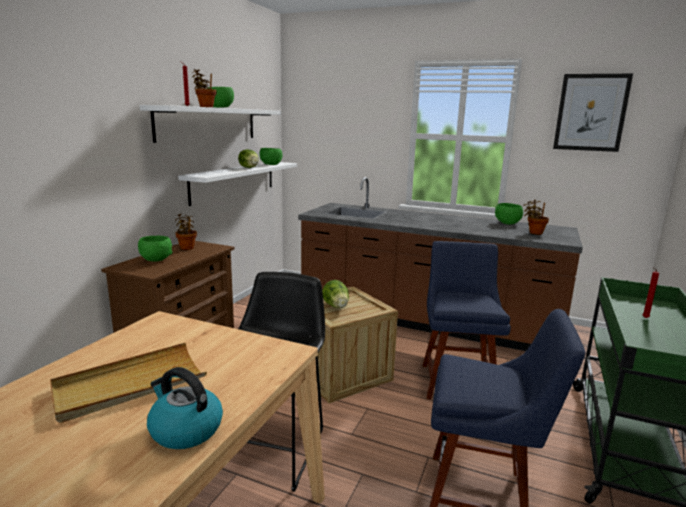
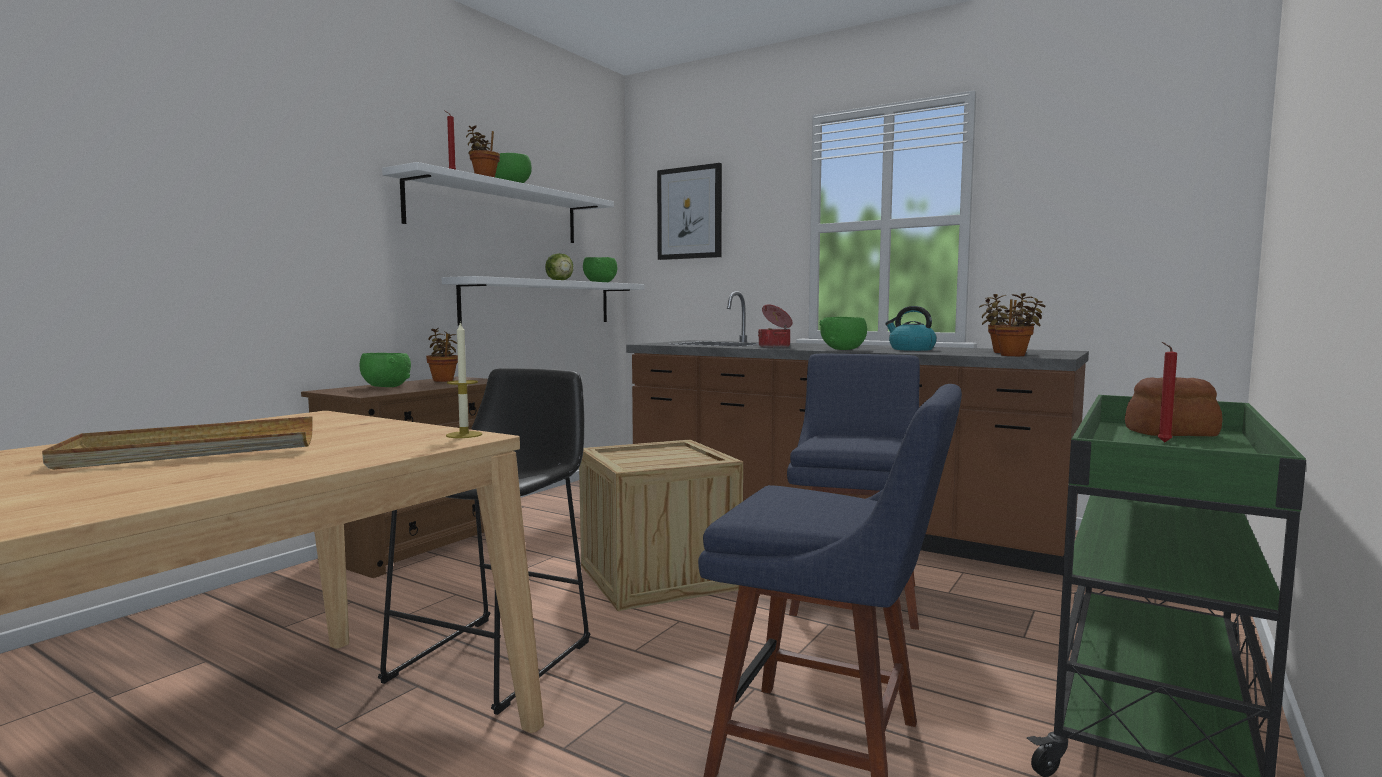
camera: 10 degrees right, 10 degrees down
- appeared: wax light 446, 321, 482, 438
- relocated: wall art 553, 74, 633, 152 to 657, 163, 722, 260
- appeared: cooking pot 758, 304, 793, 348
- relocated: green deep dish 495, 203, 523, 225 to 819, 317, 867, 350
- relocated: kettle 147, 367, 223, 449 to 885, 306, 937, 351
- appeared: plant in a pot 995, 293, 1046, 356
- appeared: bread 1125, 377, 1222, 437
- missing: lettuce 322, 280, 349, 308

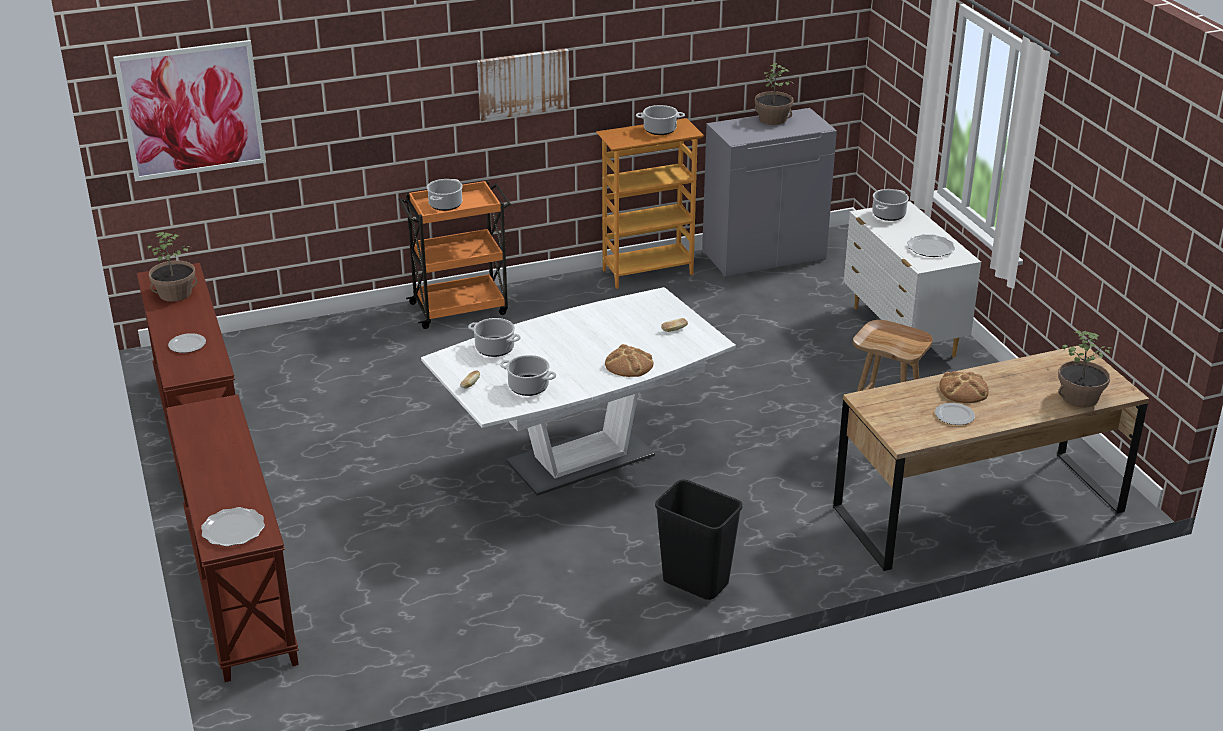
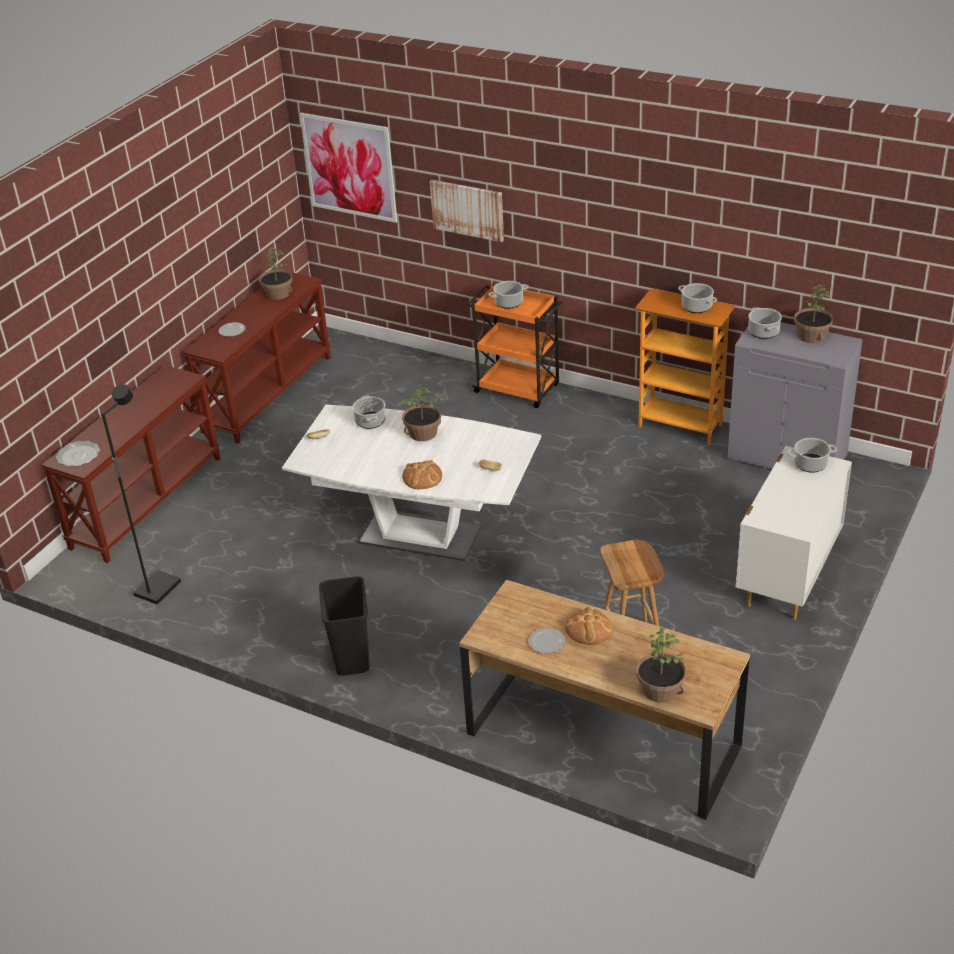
camera: 50 degrees right, 5 degrees up
- appeared: blackish standard lamp 102, 384, 181, 605
- appeared: plant in a pot 400, 385, 441, 441
- relocated: wall art 477, 49, 570, 121 to 430, 180, 504, 242
- relocated: cooking pot 500, 355, 556, 396 to 748, 307, 782, 339
- missing: plate 907, 234, 955, 257

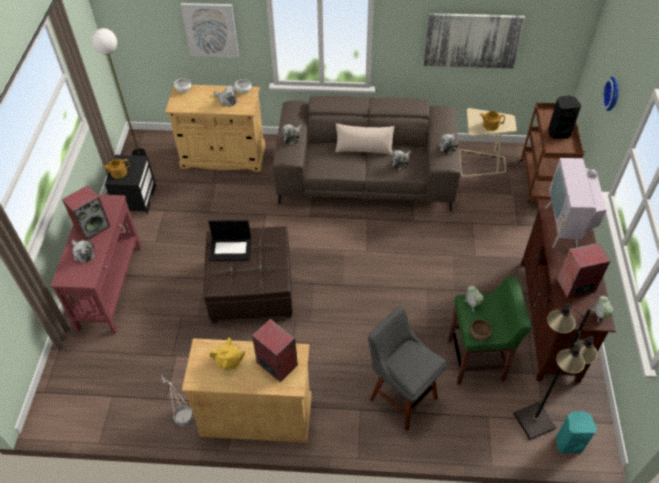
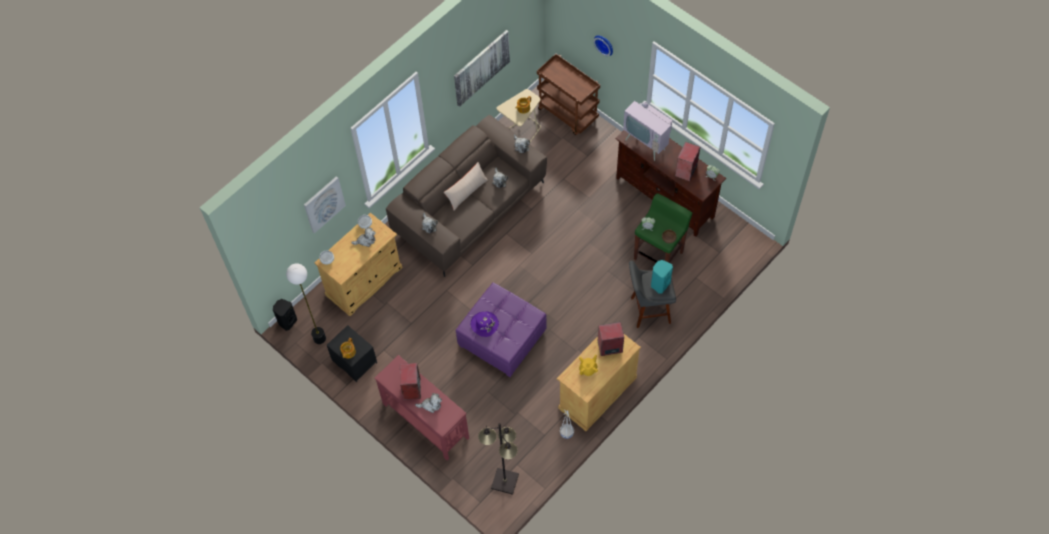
camera: 50 degrees left, 10 degrees up
- relocated: blackish loudspeaker 548, 96, 581, 139 to 273, 299, 297, 331
- colour: brownish footrest 204, 226, 292, 323 to purple footrest 455, 282, 547, 377
- exchanged: portable computer 209, 220, 251, 261 to purple wearable hat 471, 312, 499, 337
- relocated: blackish standard lamp 513, 302, 598, 440 to 478, 423, 519, 495
- relocated: blue-green loudspeaker 556, 411, 597, 453 to 651, 260, 673, 294

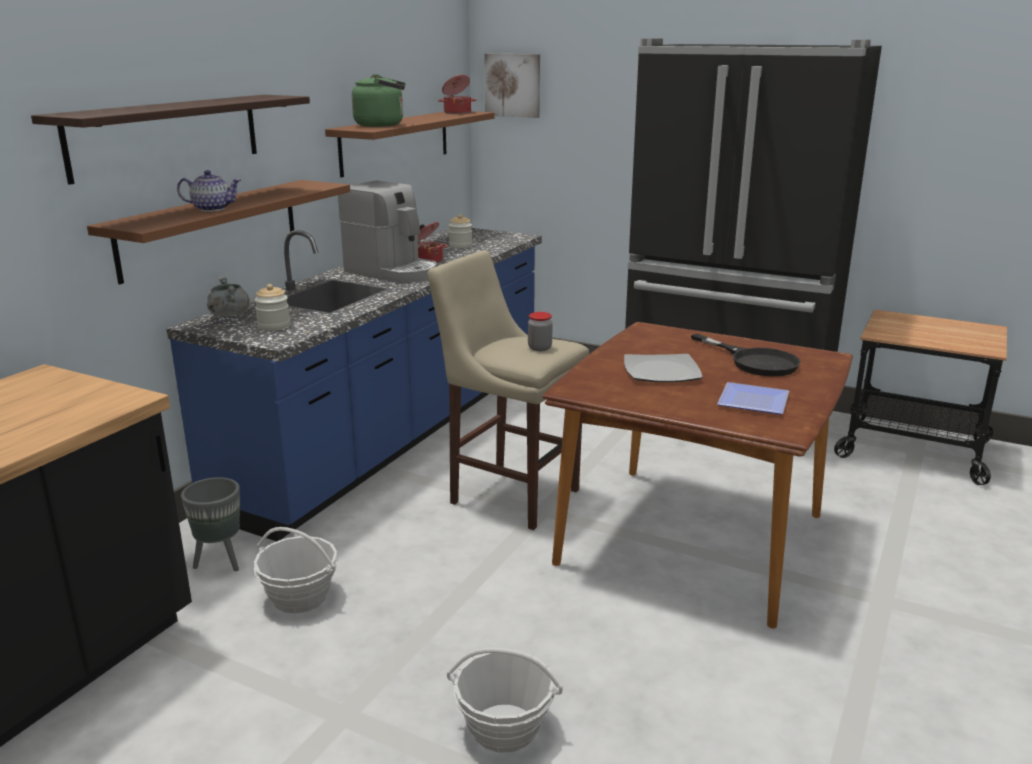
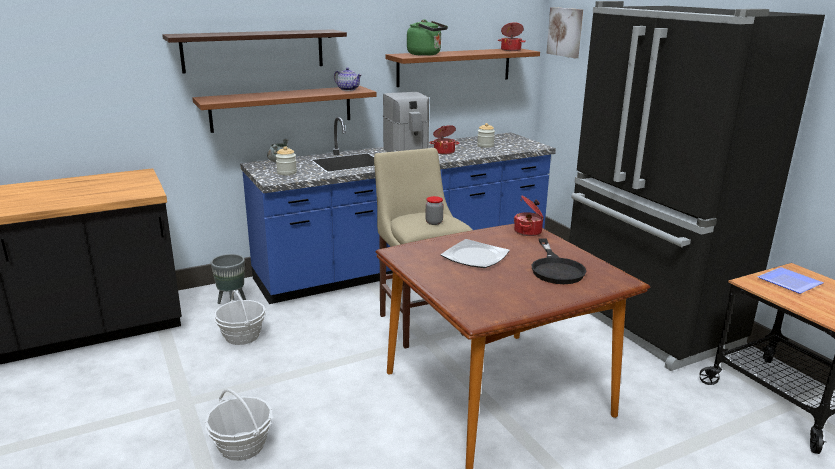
camera: 35 degrees right, 0 degrees up
- relocated: tea pot 177, 170, 241, 212 to 334, 68, 362, 91
- appeared: cooking pot 514, 196, 543, 236
- relocated: plate 717, 382, 789, 414 to 757, 267, 823, 294

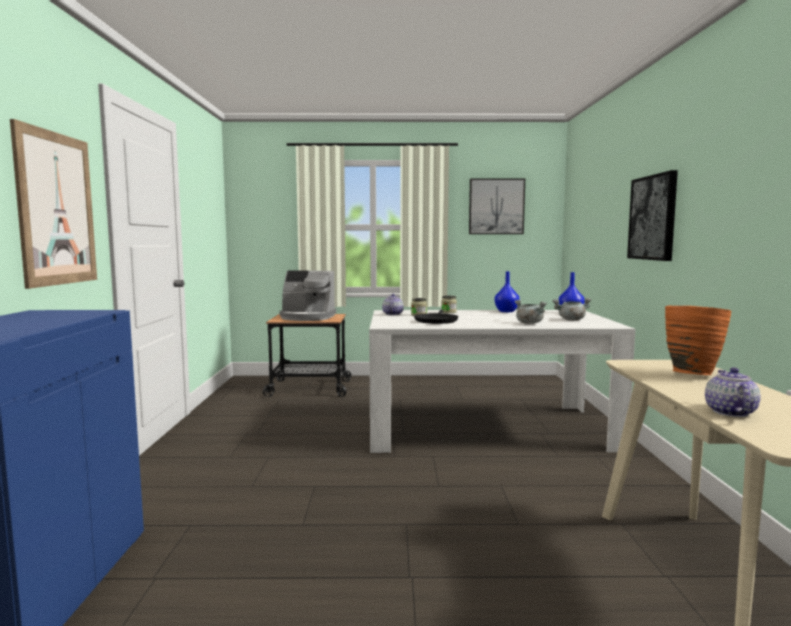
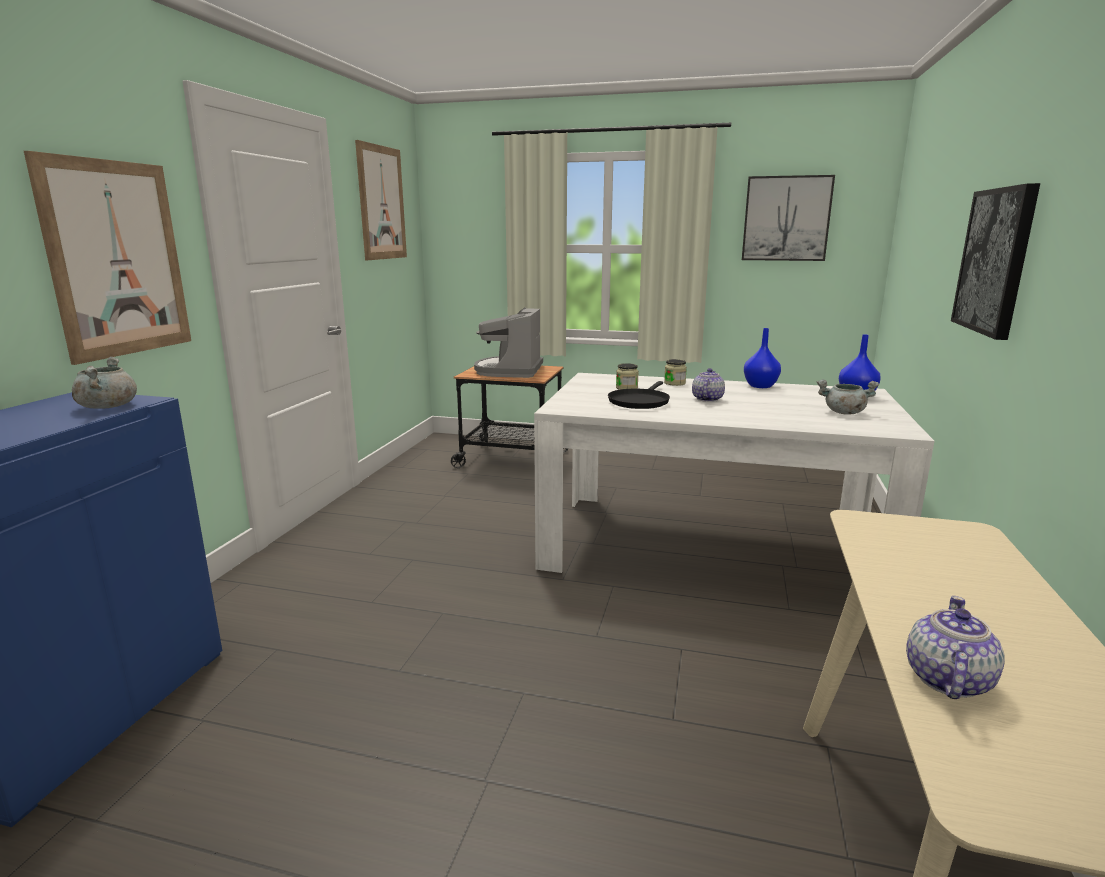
camera: 15 degrees right, 10 degrees up
- relocated: grey cooking pot 514, 300, 547, 324 to 72, 357, 137, 409
- appeared: wall art 355, 140, 407, 260
- spun: coffee maker 279, 270, 336, 321 = 474, 308, 543, 378 75 degrees clockwise
- relocated: tea pot 382, 294, 404, 315 to 692, 368, 725, 402
- missing: orange-coloured decorative vase 665, 305, 731, 375

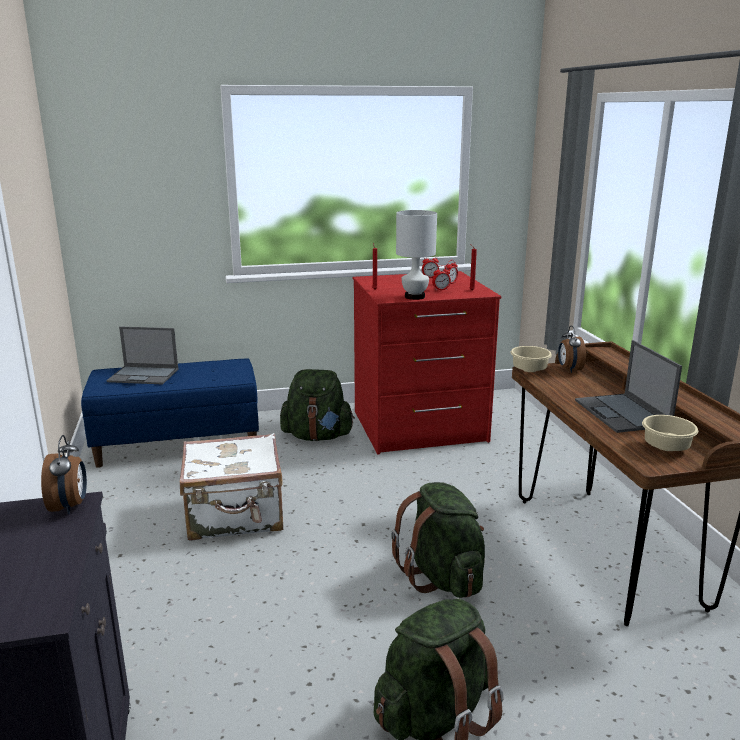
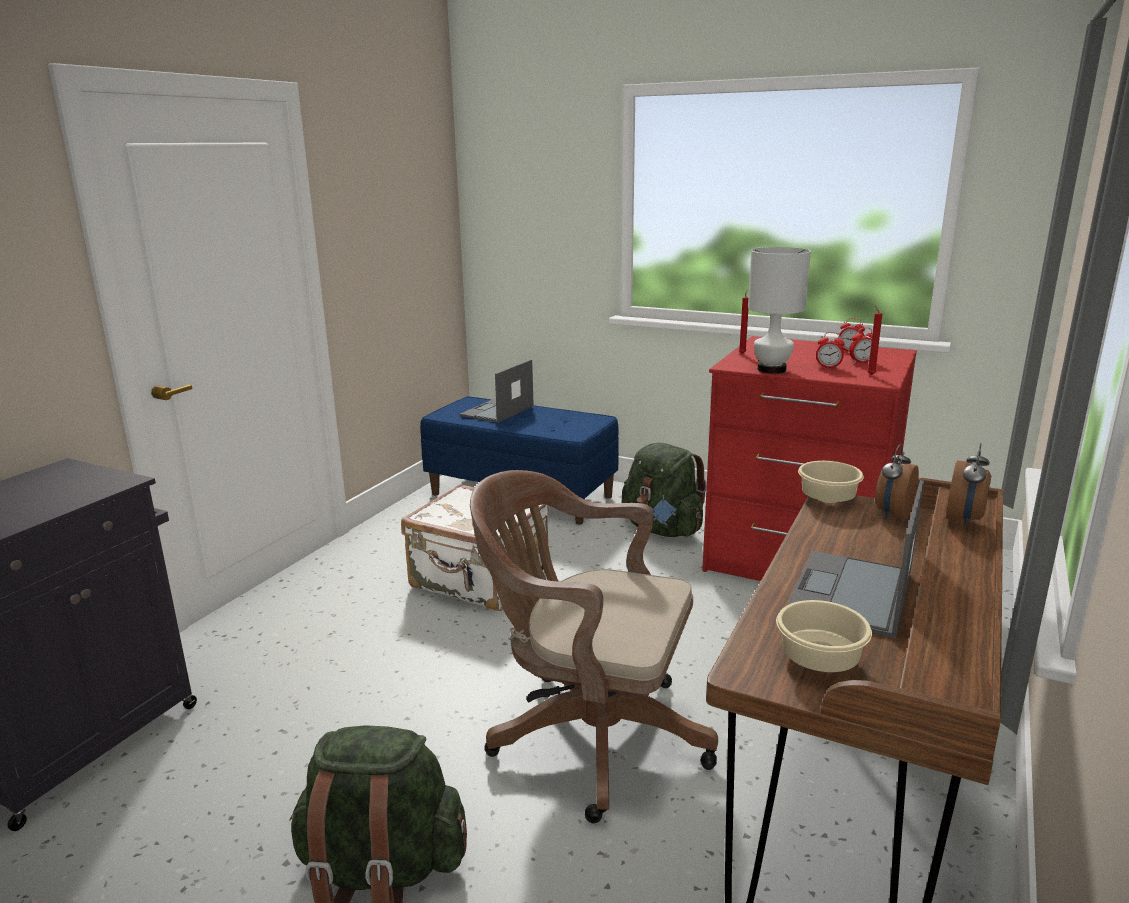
camera: 40 degrees right, 0 degrees up
- spun: portable computer 106, 326, 178, 384 = 460, 359, 534, 423 75 degrees clockwise
- exchanged: green backpack 391, 482, 485, 598 to brownish desk chair 470, 470, 718, 824
- relocated: table clock 41, 435, 87, 514 to 946, 443, 991, 527

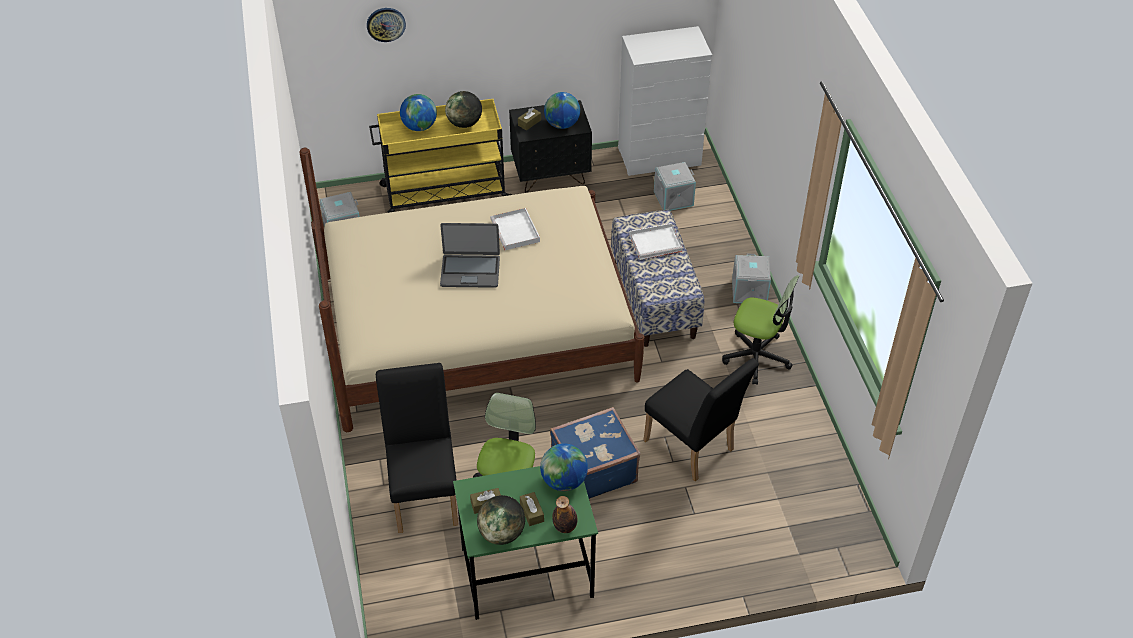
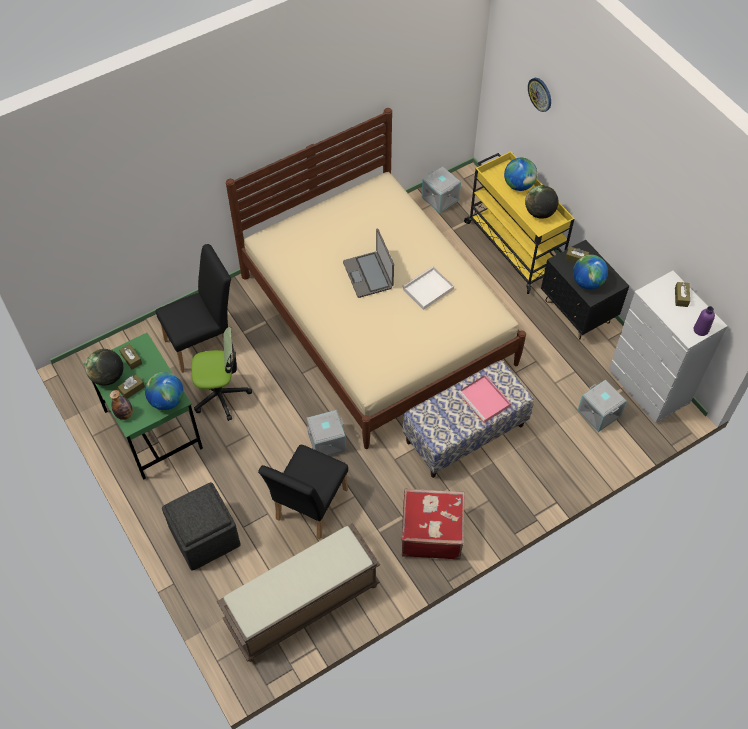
camera: 70 degrees right, 10 degrees up
- appeared: grey footrest 162, 482, 241, 570
- appeared: brownish long seat 217, 523, 380, 662
- relocated: grey storage box 732, 254, 771, 303 to 306, 410, 346, 456
- exchanged: desk chair 722, 275, 799, 385 to red-coloured travel case 402, 488, 465, 560
- colour: whitish carrying tray 629, 223, 683, 260 to pinkish carrying tray 458, 375, 511, 423
- appeared: brownish tissue box 675, 282, 690, 307
- appeared: purple beverage bottle 694, 306, 715, 336
- missing: bluish travel case 550, 407, 640, 499

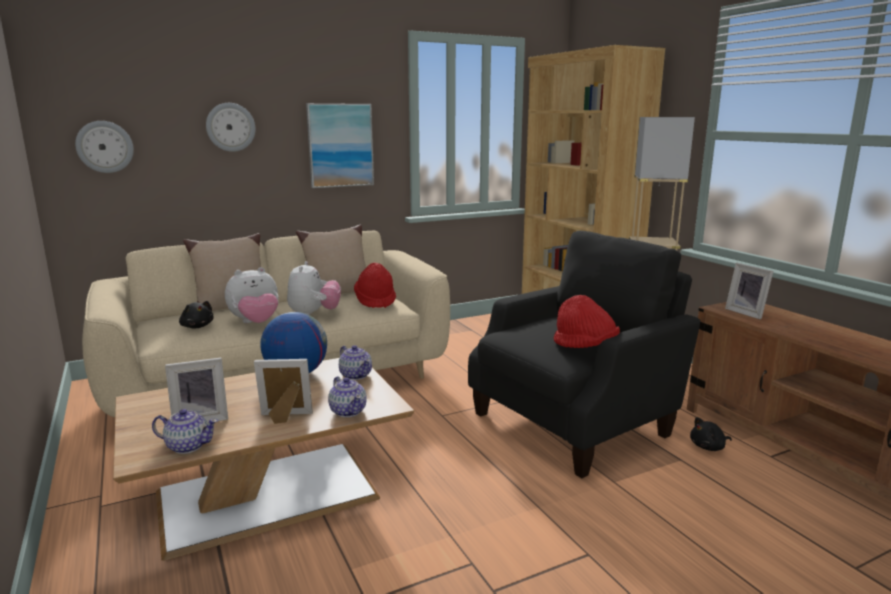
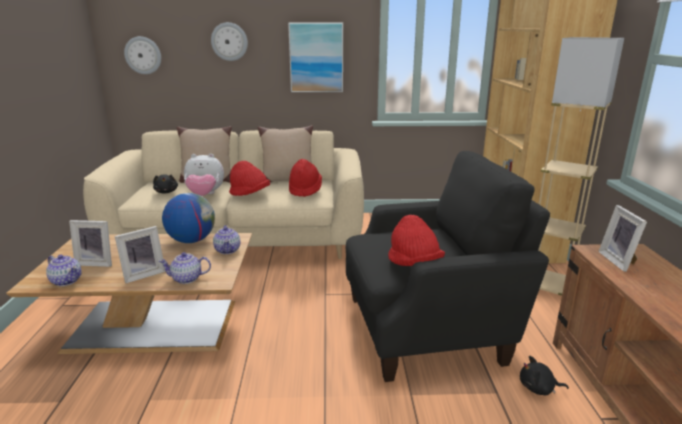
camera: 25 degrees right, 5 degrees up
- spun: photo frame 254, 359, 313, 424 = 115, 226, 166, 283 120 degrees clockwise
- spun: tea pot 328, 376, 367, 417 = 159, 252, 211, 284 90 degrees clockwise
- exchanged: plush toy 287, 261, 341, 315 to red-coloured wearable hat 229, 161, 270, 196

